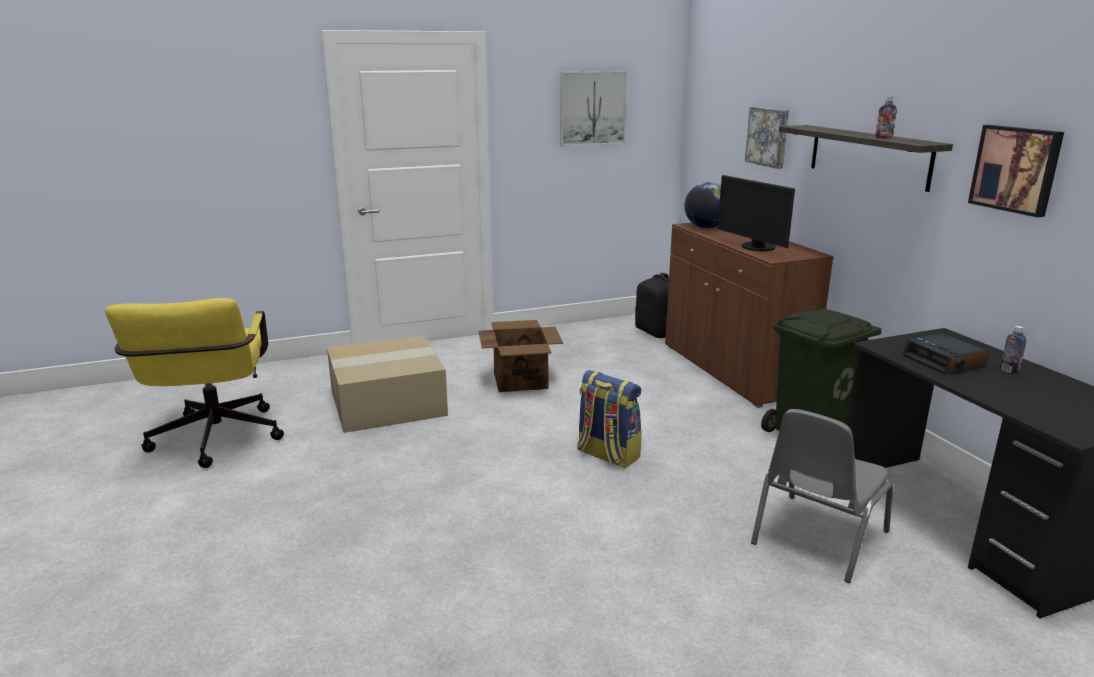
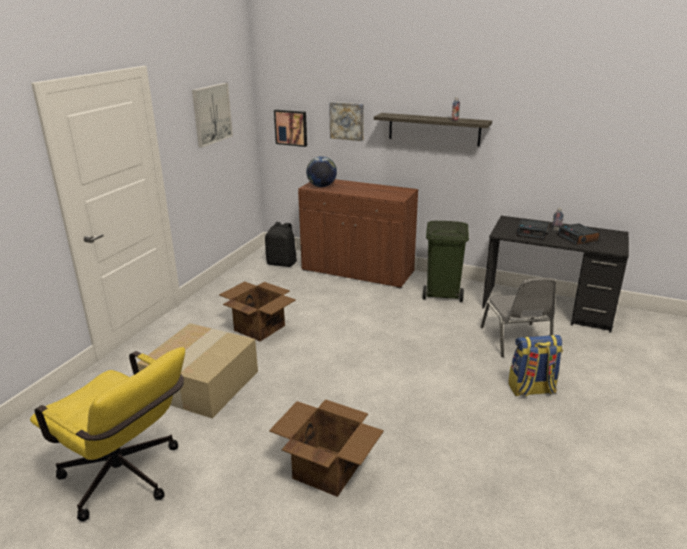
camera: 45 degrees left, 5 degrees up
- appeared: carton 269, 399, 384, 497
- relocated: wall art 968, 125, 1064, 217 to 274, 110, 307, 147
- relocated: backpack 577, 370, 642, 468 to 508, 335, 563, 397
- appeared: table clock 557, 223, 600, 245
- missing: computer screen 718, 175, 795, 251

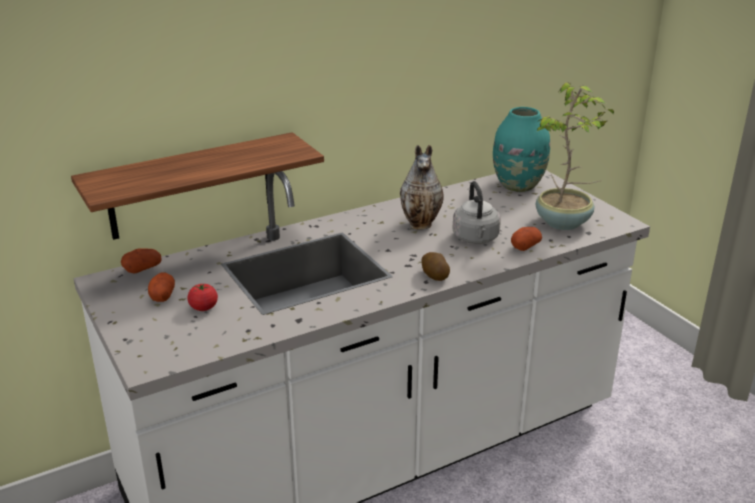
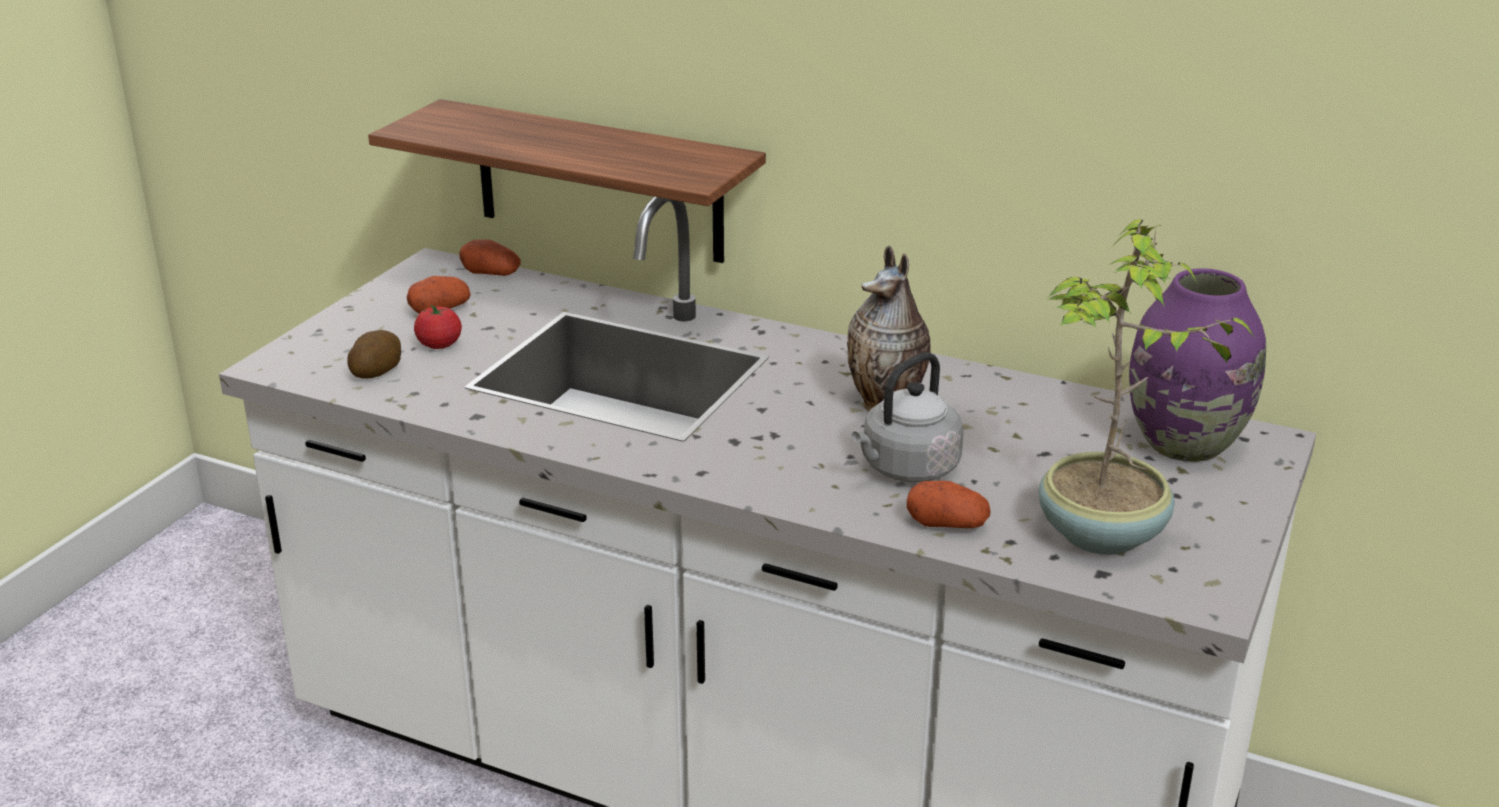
camera: 55 degrees right, 0 degrees up
- relocated: potato 421, 252, 450, 281 to 347, 330, 401, 379
- colour: blue-green decorative vase 493, 107, 550, 192 to purple decorative vase 1129, 268, 1266, 462

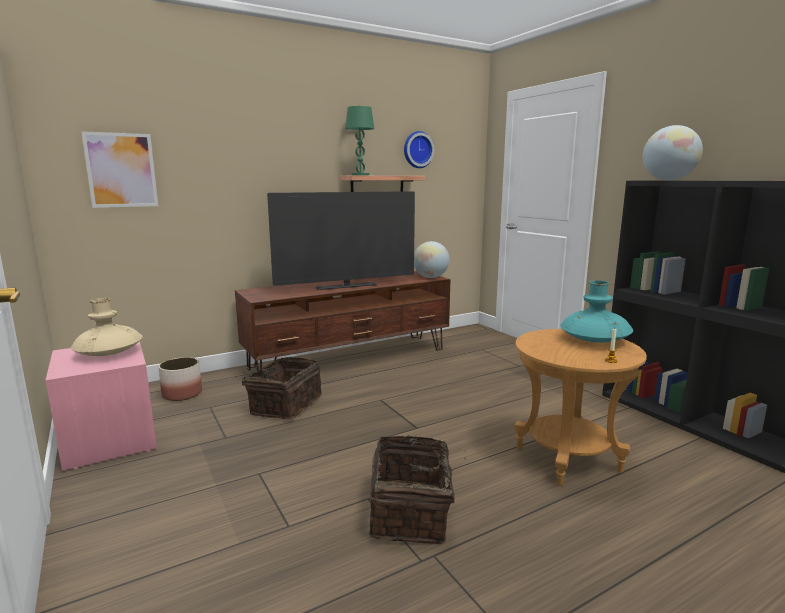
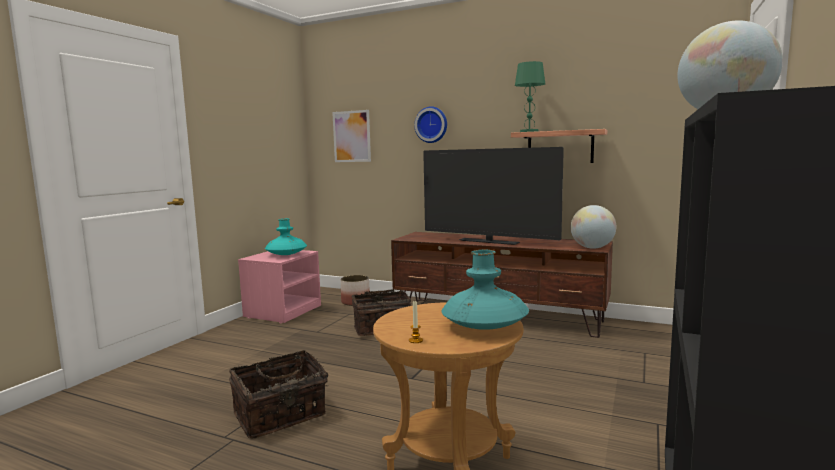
camera: 55 degrees right, 5 degrees down
- colour: sand-coloured decorative vase 71, 298, 143, 356 to blue-green decorative vase 265, 218, 307, 255
- relocated: clock on the wall 404, 131, 435, 168 to 414, 106, 447, 143

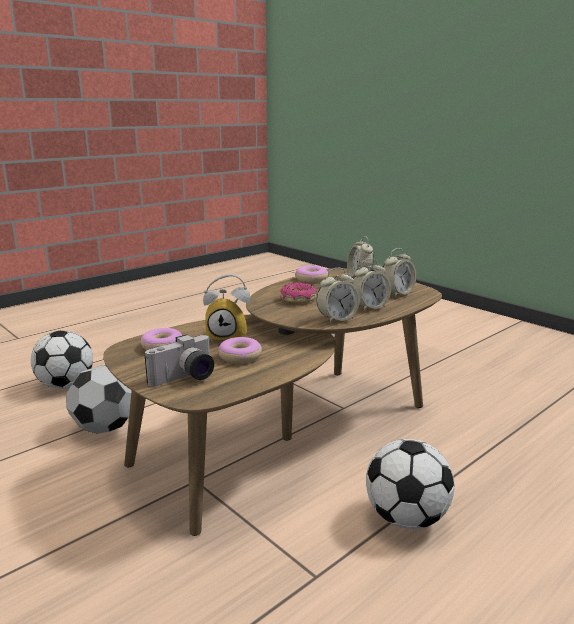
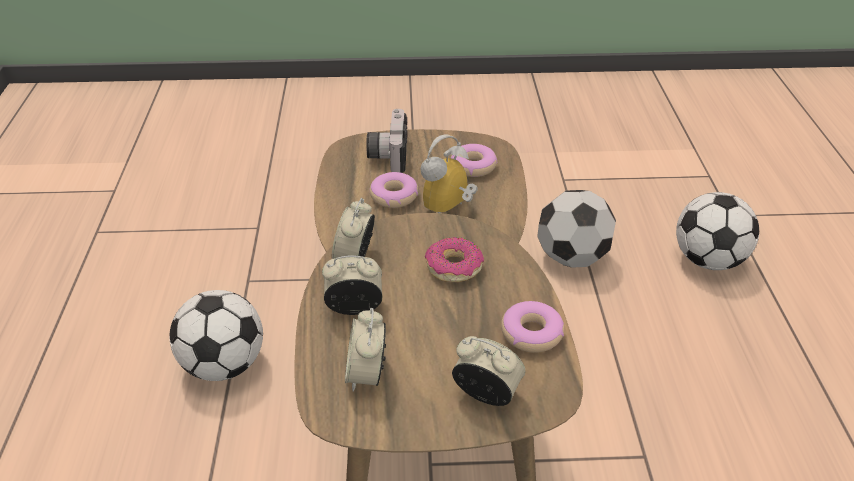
camera: 130 degrees right, 20 degrees up
- spun: table clock 352, 259, 391, 311 = 322, 255, 383, 315 75 degrees clockwise

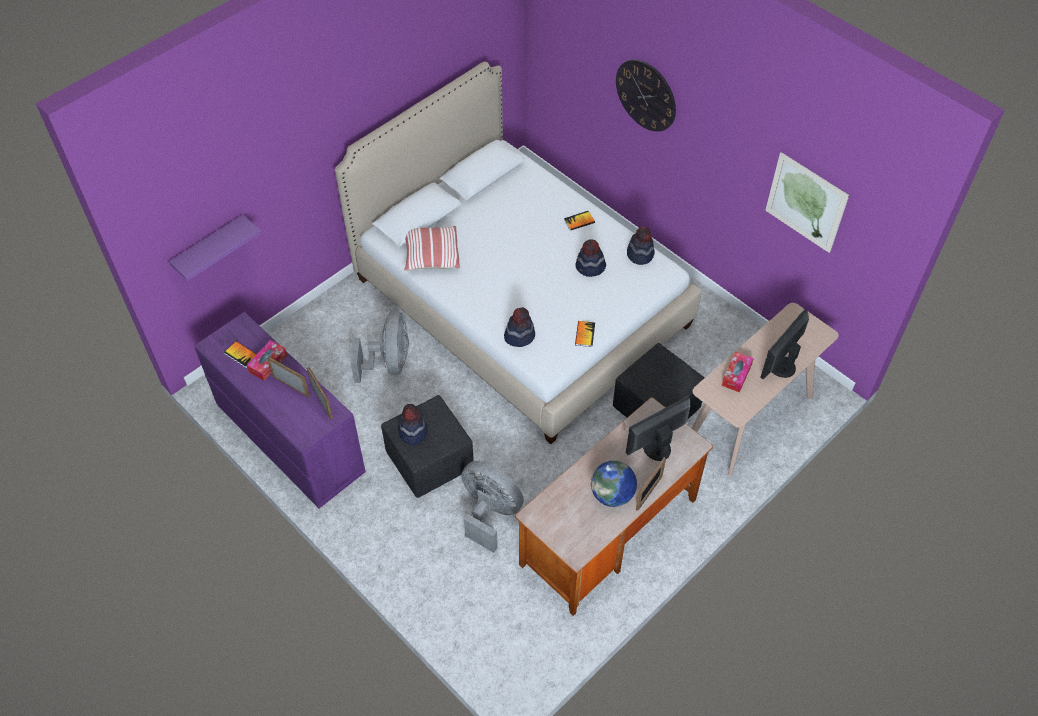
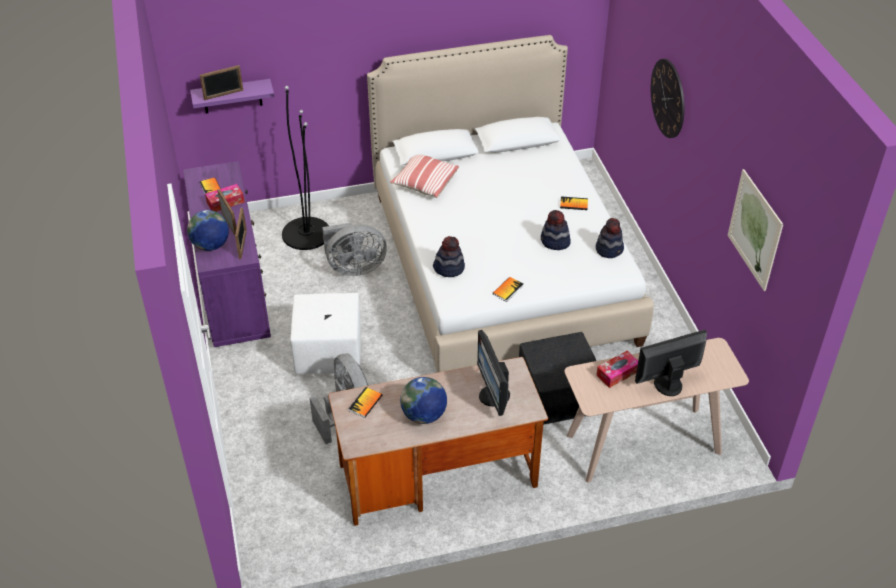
camera: 30 degrees right, 10 degrees down
- appeared: world globe 187, 210, 229, 251
- relocated: photo frame 636, 458, 666, 511 to 200, 65, 243, 100
- appeared: blackish standard lamp 282, 86, 329, 250
- colour: blackish footrest 381, 395, 474, 498 to whitish footrest 290, 293, 361, 375
- spun: grey cooling fan 351, 311, 409, 383 = 322, 222, 387, 276 45 degrees clockwise
- appeared: bound book 349, 387, 382, 418
- spun: computer screen 626, 396, 690, 461 = 477, 330, 510, 416 105 degrees counterclockwise
- missing: wearable hat 398, 404, 428, 445

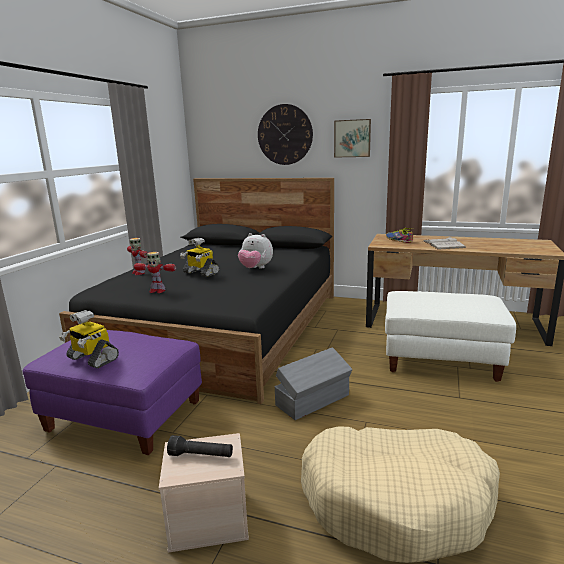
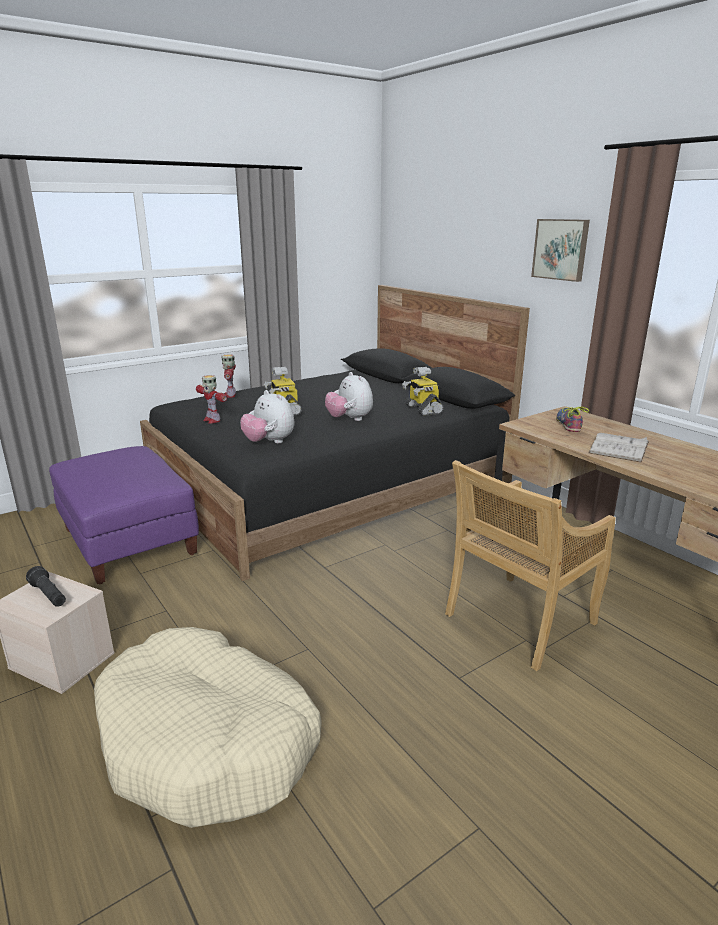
camera: 35 degrees right, 5 degrees up
- appeared: plush toy 240, 390, 294, 443
- relocated: toy robot 59, 310, 119, 369 to 402, 367, 444, 416
- exchanged: whitish footrest 385, 291, 516, 382 to sand-coloured chair 445, 460, 616, 671
- missing: clock on the wall 258, 104, 313, 165
- missing: grey storage box 274, 347, 353, 420

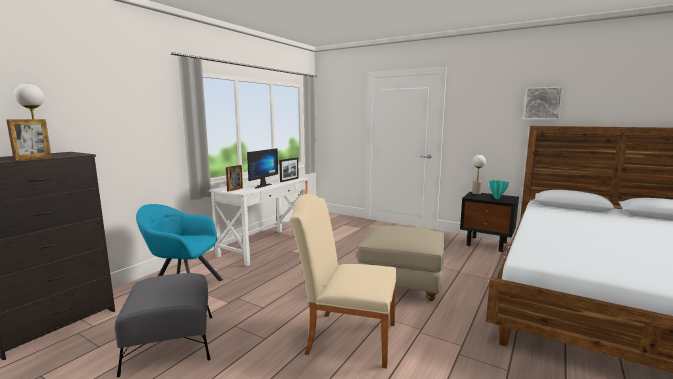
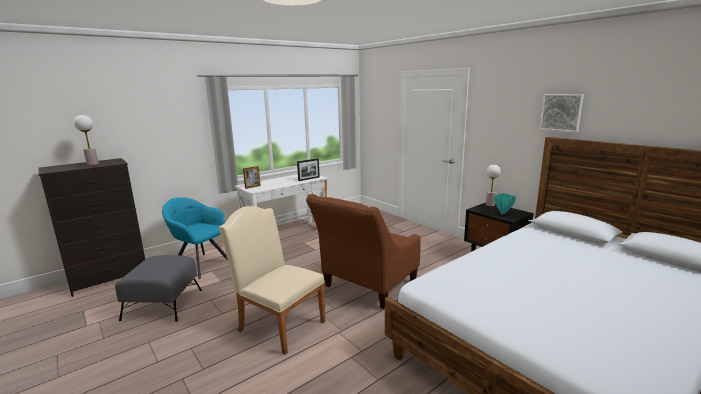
camera: 20 degrees right, 5 degrees up
- exchanged: sand-coloured footrest 357, 226, 445, 301 to brownish easy chair 306, 194, 421, 309
- missing: photo frame 7, 119, 52, 160
- missing: computer screen 247, 148, 278, 189

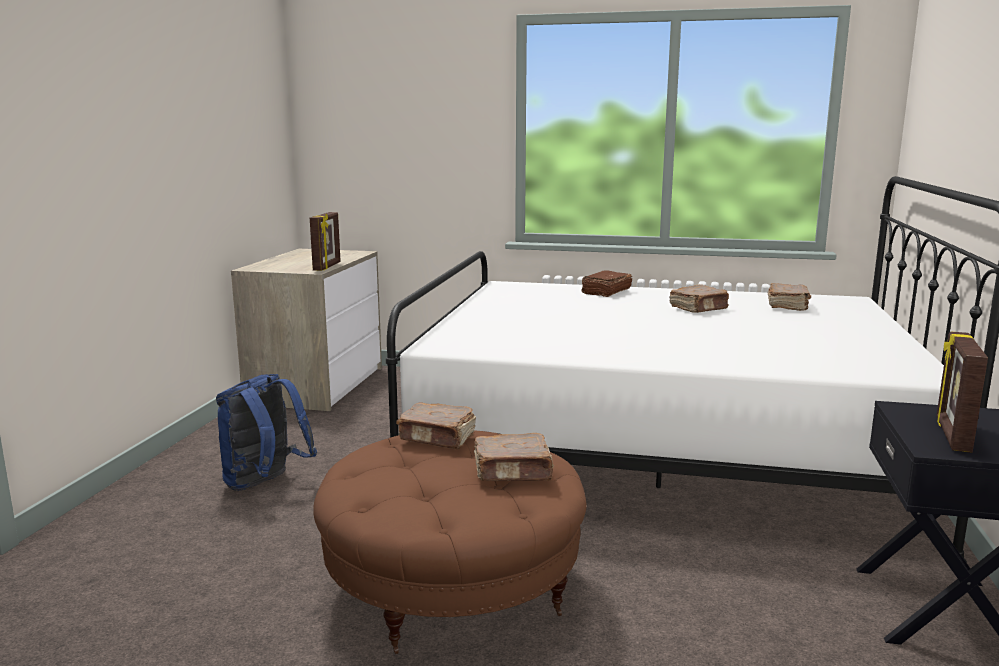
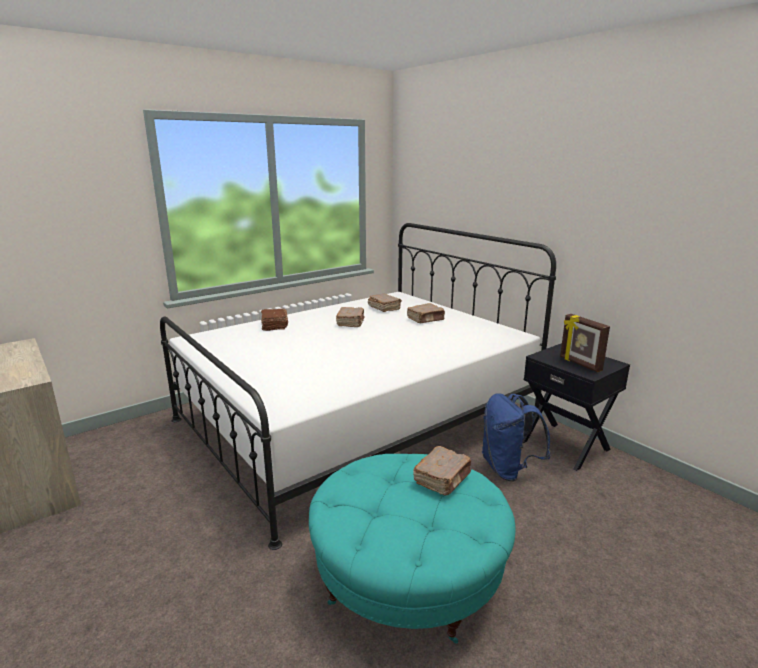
camera: 50 degrees left, 5 degrees up
- colour: brownish footrest 313, 430, 587, 654 to blue-green footrest 309, 454, 515, 644
- relocated: brownish bound book 396, 403, 476, 449 to 407, 303, 445, 323
- relocated: bluish backpack 216, 374, 317, 491 to 482, 393, 551, 481
- missing: photo frame 310, 212, 340, 271

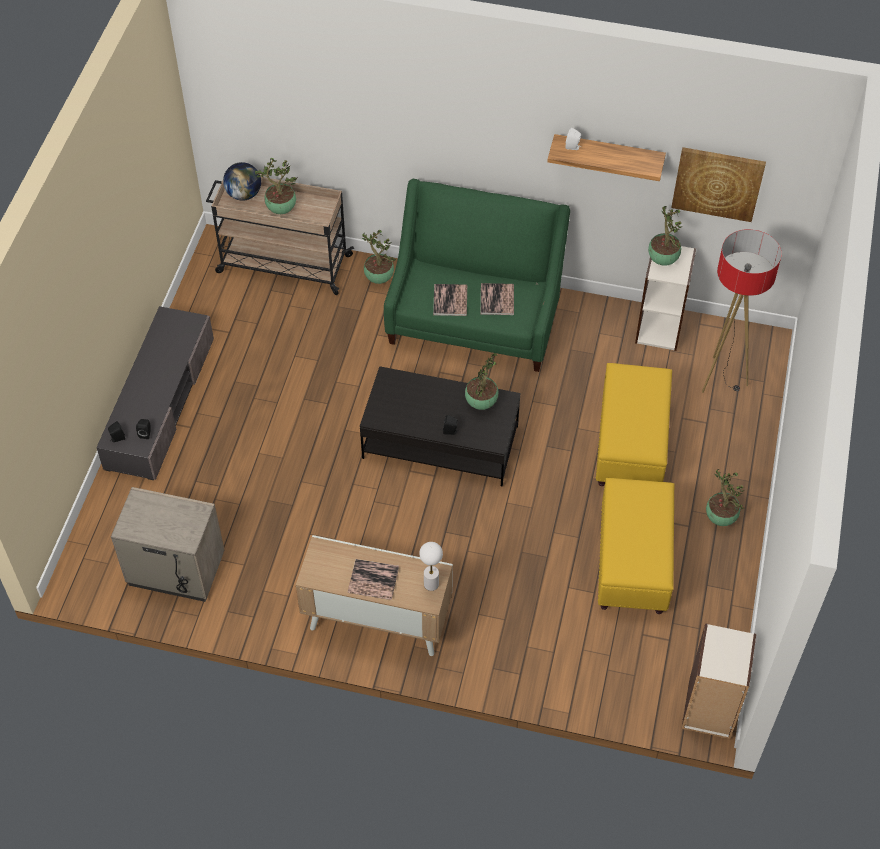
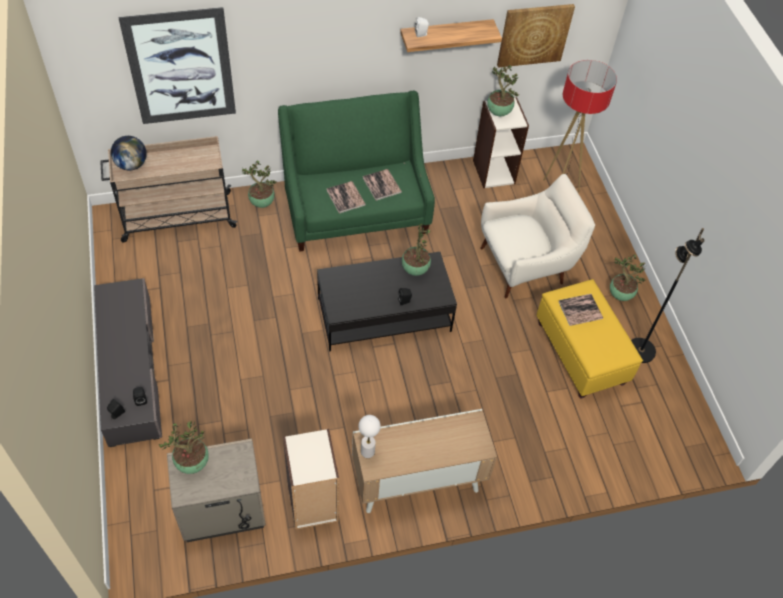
camera: 30 degrees left, 0 degrees up
- appeared: wall art 118, 7, 236, 124
- relocated: plant in a pot 255, 158, 297, 214 to 159, 421, 209, 474
- relocated: bookcase 681, 623, 756, 739 to 283, 429, 339, 530
- relocated: whitish tabletop lamp 419, 542, 443, 591 to 358, 415, 381, 458
- exchanged: yellow footrest 596, 363, 672, 486 to whitish easy chair 480, 174, 595, 298
- relocated: bound book 348, 559, 399, 600 to 559, 294, 603, 326
- appeared: blackish standard lamp 631, 228, 705, 363

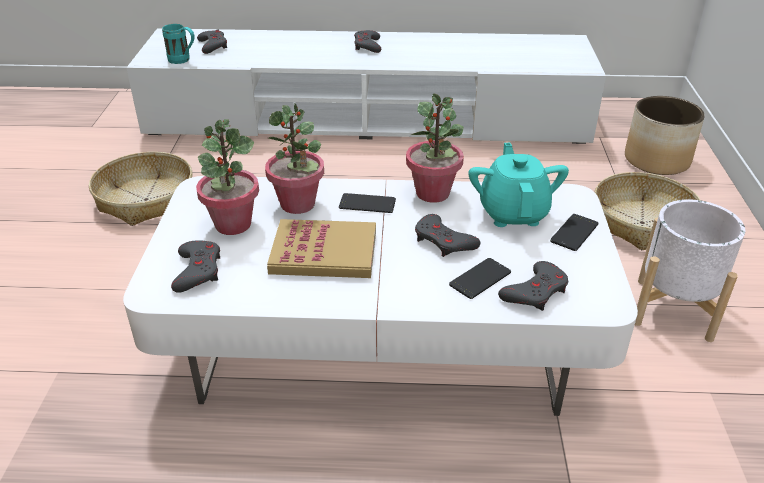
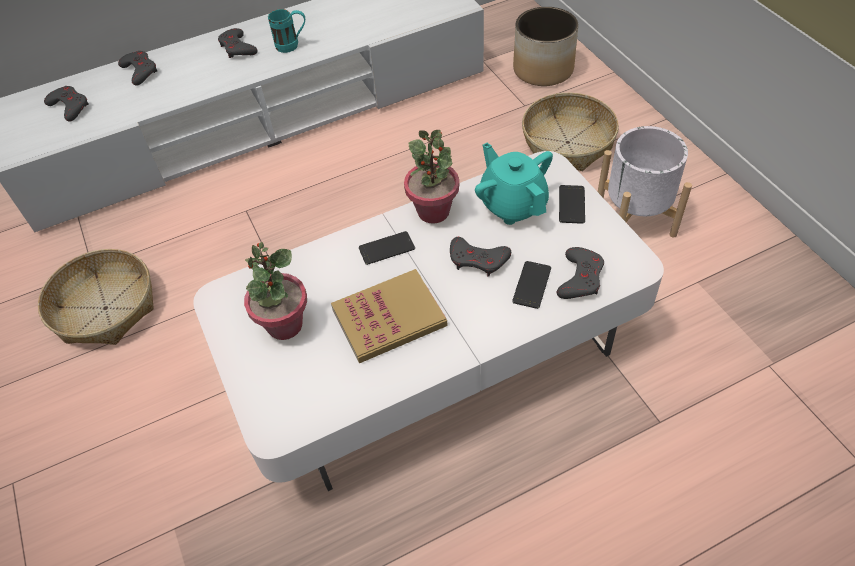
camera: 25 degrees left, 15 degrees up
- relocated: grey joypad 171, 240, 220, 293 to 118, 51, 157, 86
- relocated: blue-green tea mug 162, 24, 195, 64 to 268, 9, 305, 53
- missing: plant in a pot 265, 104, 324, 214

